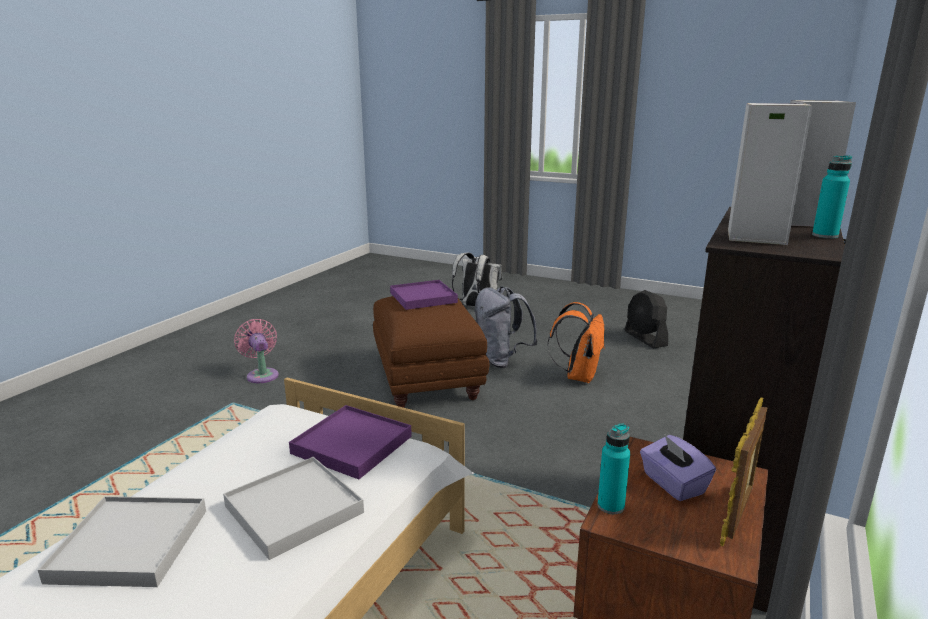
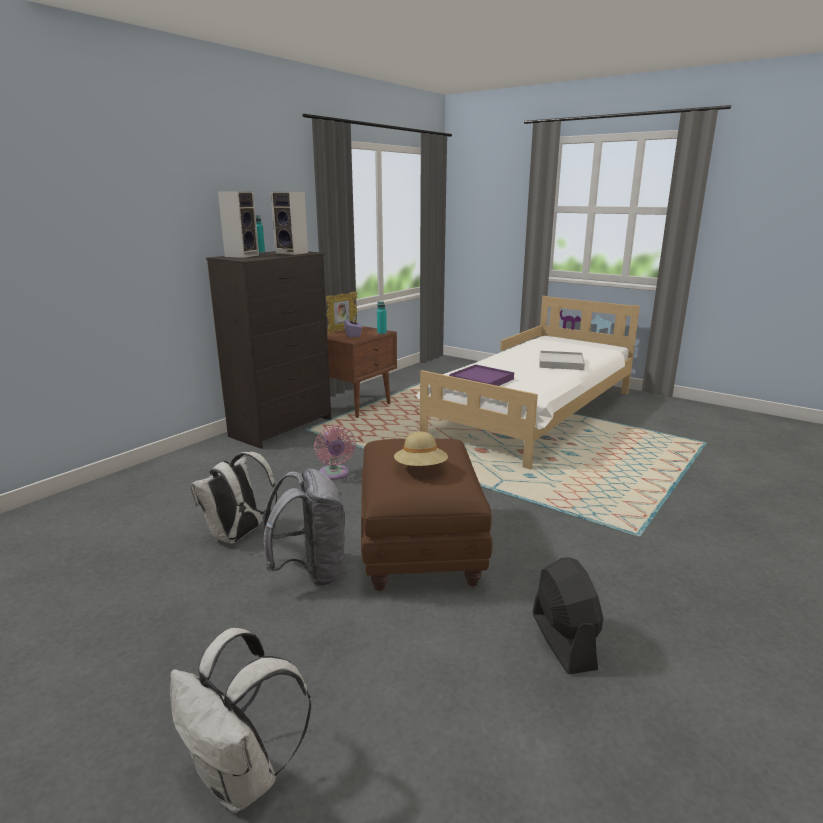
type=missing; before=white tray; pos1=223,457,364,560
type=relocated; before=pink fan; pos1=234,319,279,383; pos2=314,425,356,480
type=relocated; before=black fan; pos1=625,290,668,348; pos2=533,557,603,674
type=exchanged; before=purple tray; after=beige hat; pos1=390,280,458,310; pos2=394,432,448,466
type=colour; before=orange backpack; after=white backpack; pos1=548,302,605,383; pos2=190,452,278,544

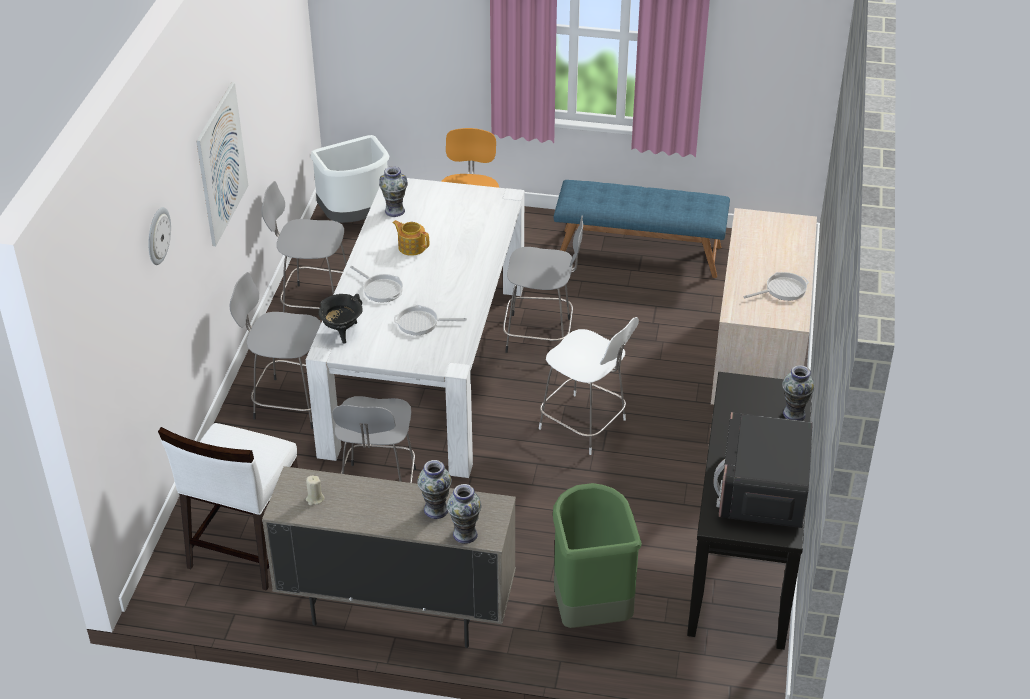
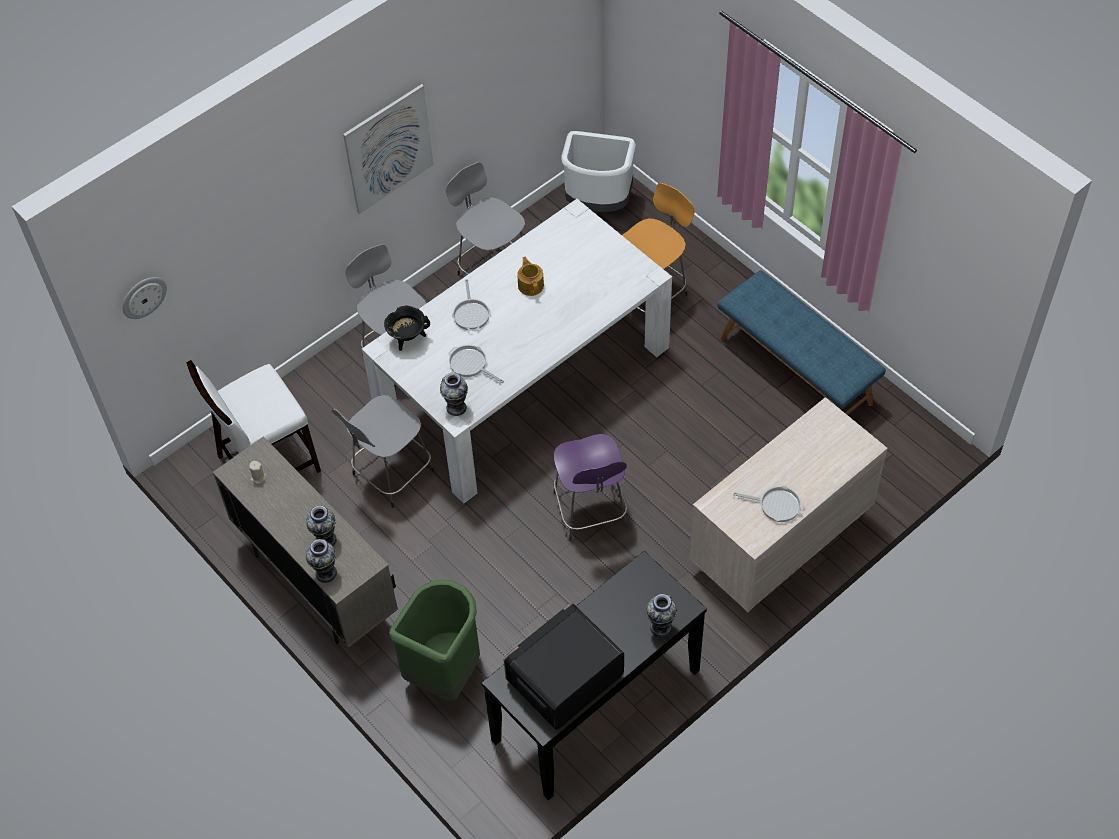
type=missing; before=grey stool; pos1=503,216,583,353
type=relocated; before=wall clock; pos1=148,207,171,265; pos2=122,277,167,319
type=relocated; before=vase; pos1=379,166,408,217; pos2=440,372,468,416
type=colour; before=white chair; after=purple chair; pos1=539,317,639,455; pos2=554,434,627,541

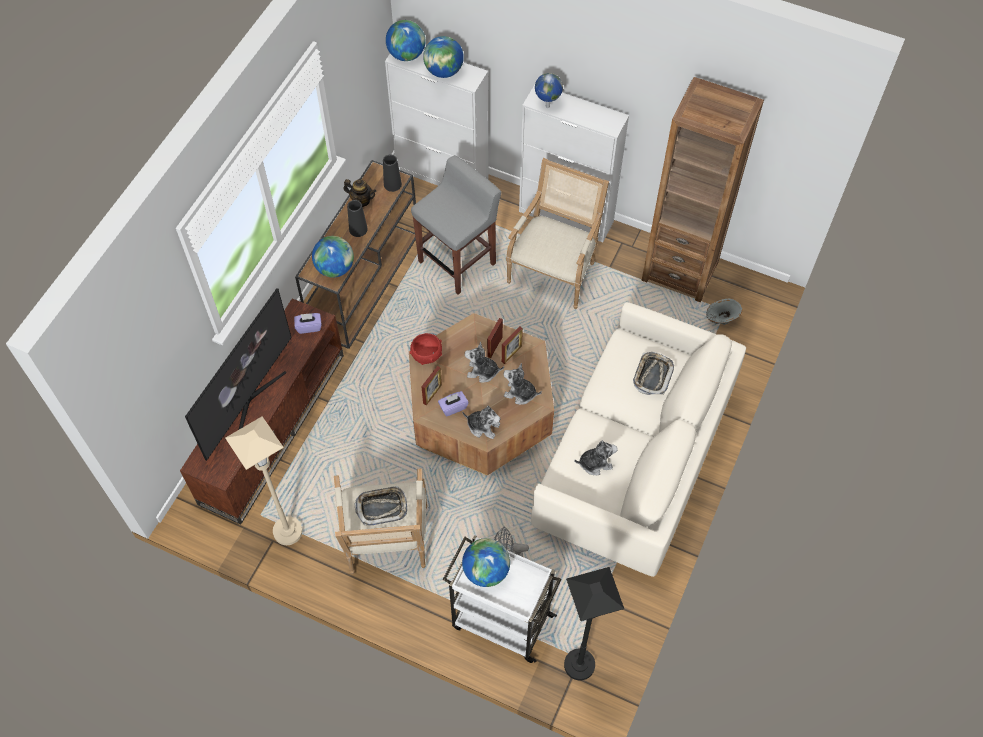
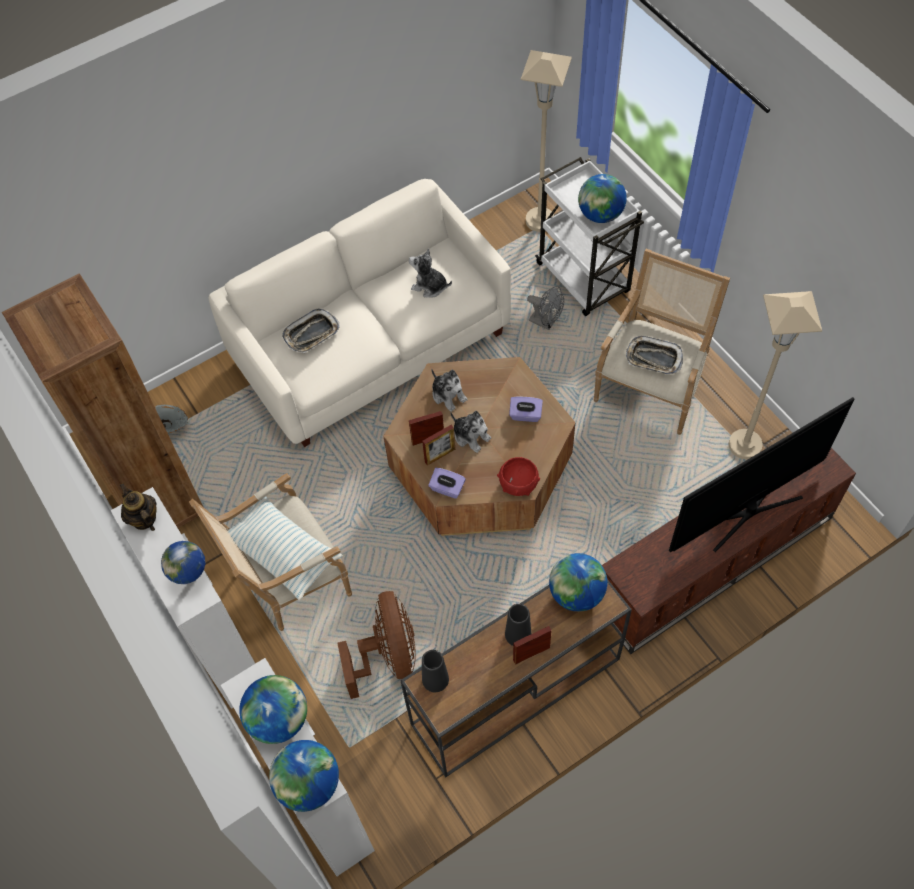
type=missing; before=plush toy; pos1=462,406,500,439
type=appeared; after=pillow; pos2=228,496,343,600
type=relocated; before=purple tissue box; pos1=294,313,322,334; pos2=428,468,466,499
type=relocated; before=teapot; pos1=344,179,377,207; pos2=120,484,157,531
type=relocated; before=picture frame; pos1=421,366,442,405; pos2=513,626,552,665
type=exchanged; before=grey stool; after=brown fan; pos1=411,155,501,295; pos2=337,591,416,699
type=colour; before=black floor lamp; after=beige floor lamp; pos1=564,567,624,681; pos2=521,50,572,232

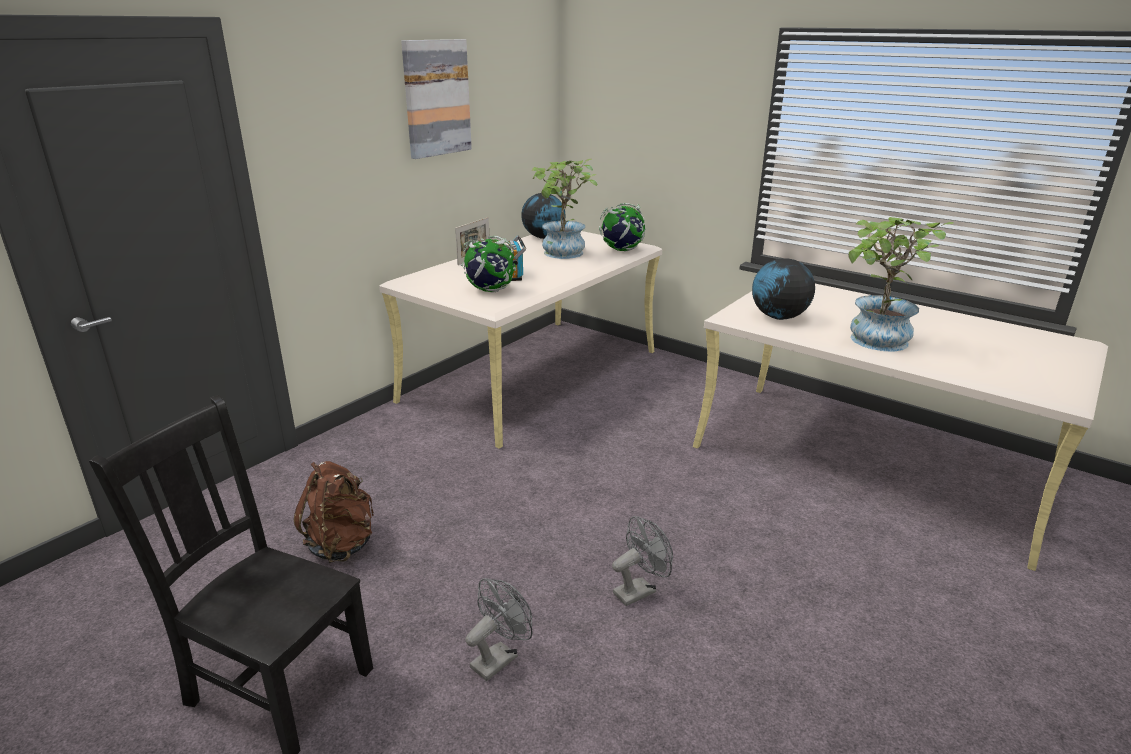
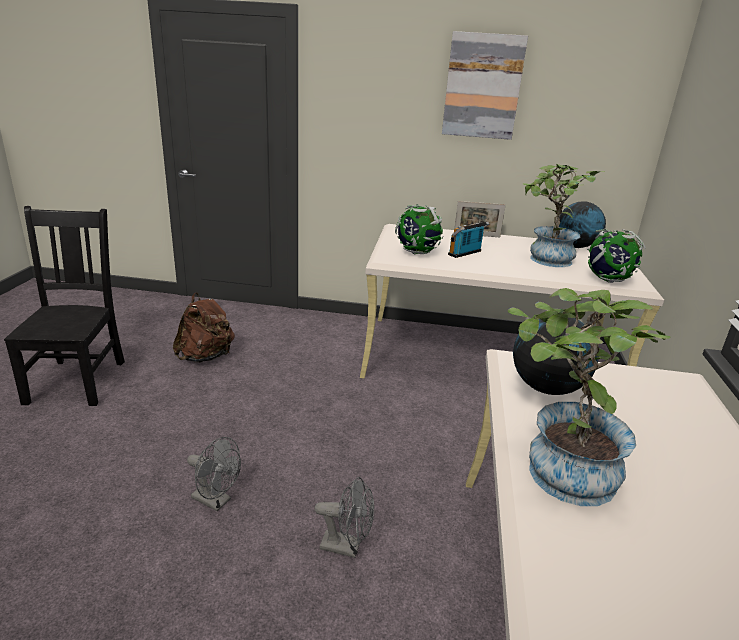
type=relocated; before=grey fan; pos1=465,578,533,681; pos2=315,477,374,558

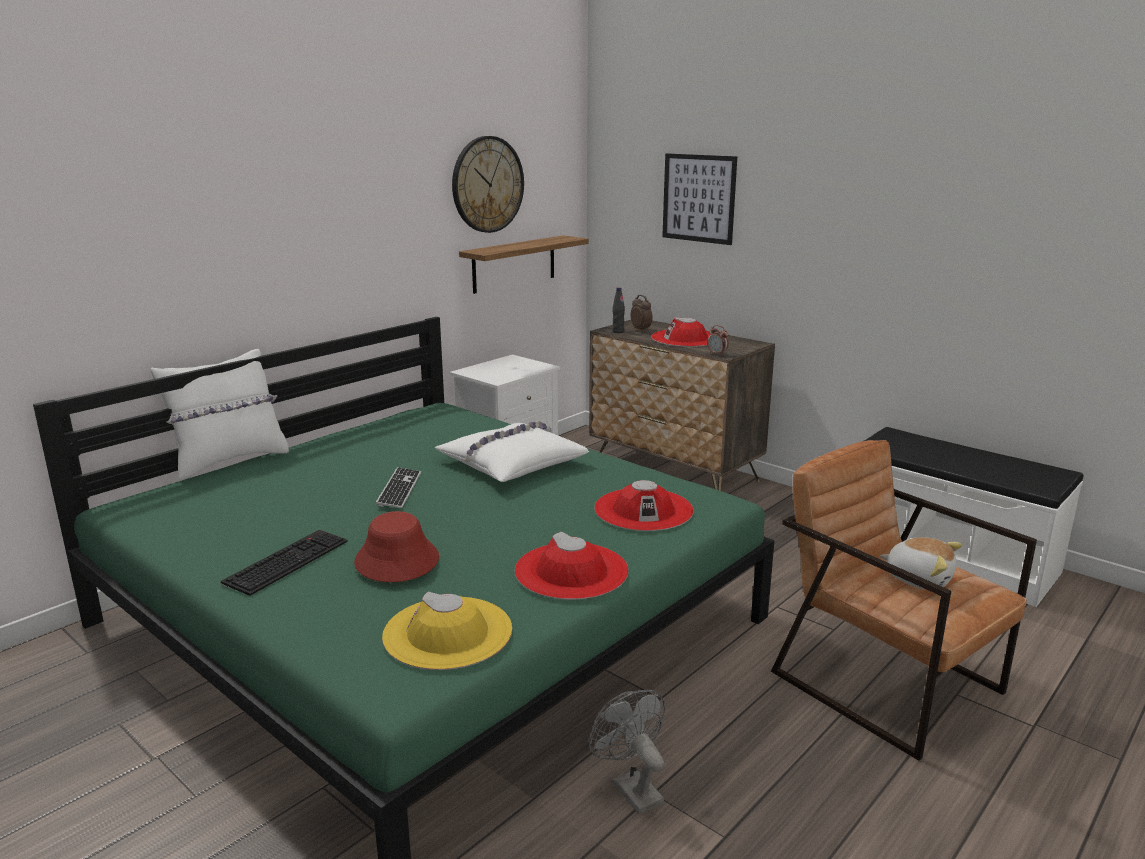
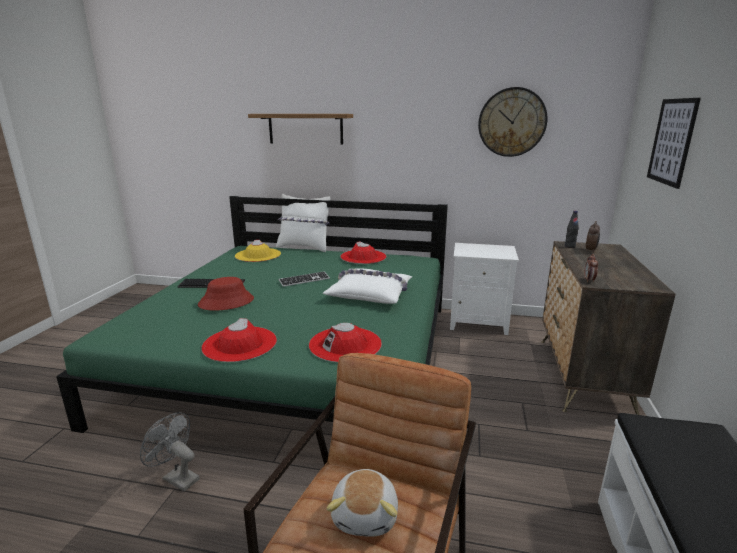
type=relocated; before=yellow hat; pos1=382,592,512,670; pos2=235,240,281,262
type=relocated; before=shelf; pos1=459,235,589,294; pos2=248,114,353,145
type=relocated; before=red hat; pos1=651,317,711,347; pos2=340,241,386,264
type=spun; before=grey fan; pos1=589,690,665,814; pos2=140,412,200,492; turn=-90

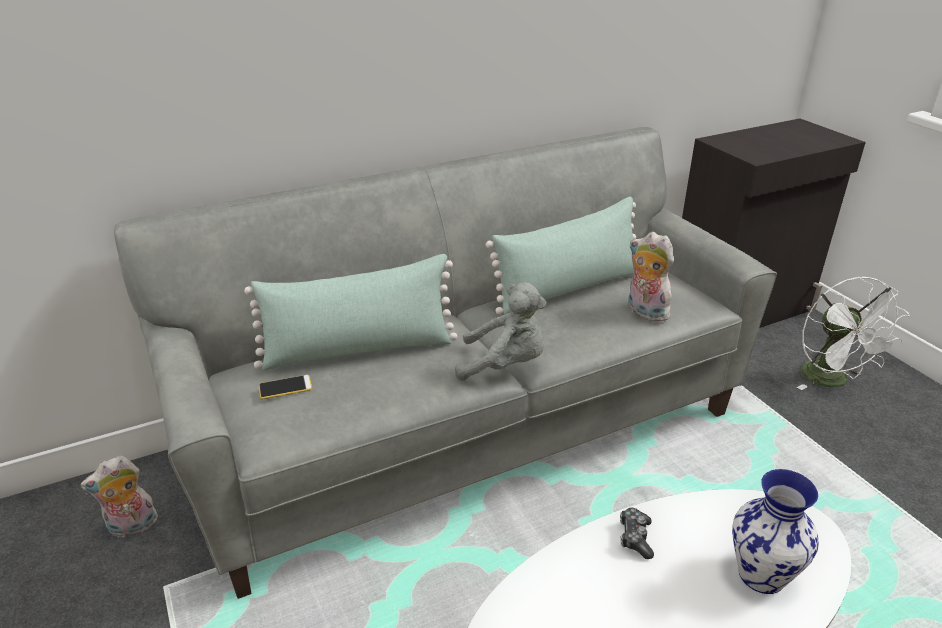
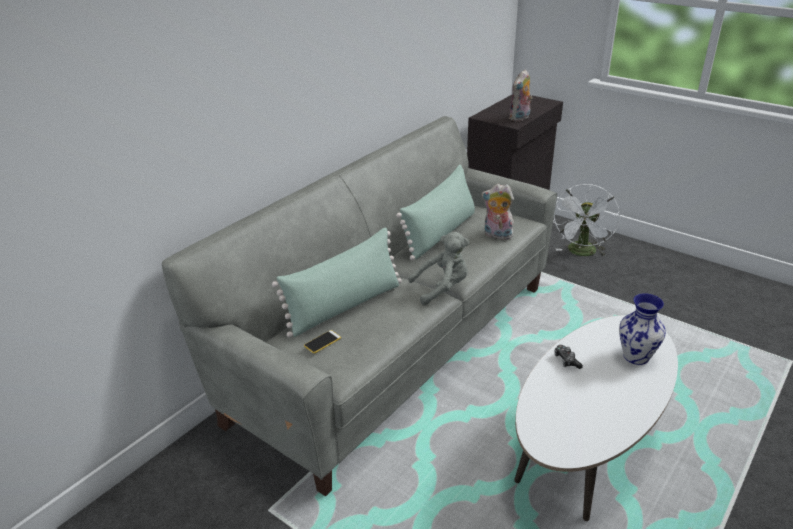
type=relocated; before=plush toy; pos1=80,456,158,537; pos2=509,69,533,122
type=spun; before=white fan; pos1=797,276,910,390; pos2=553,184,620,256; turn=60

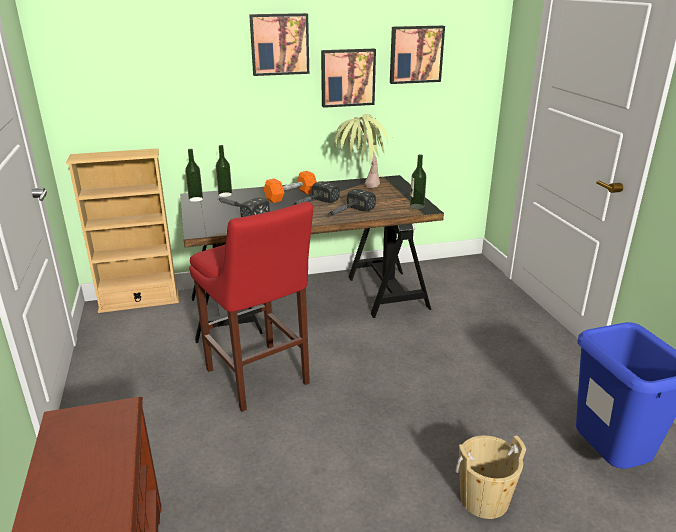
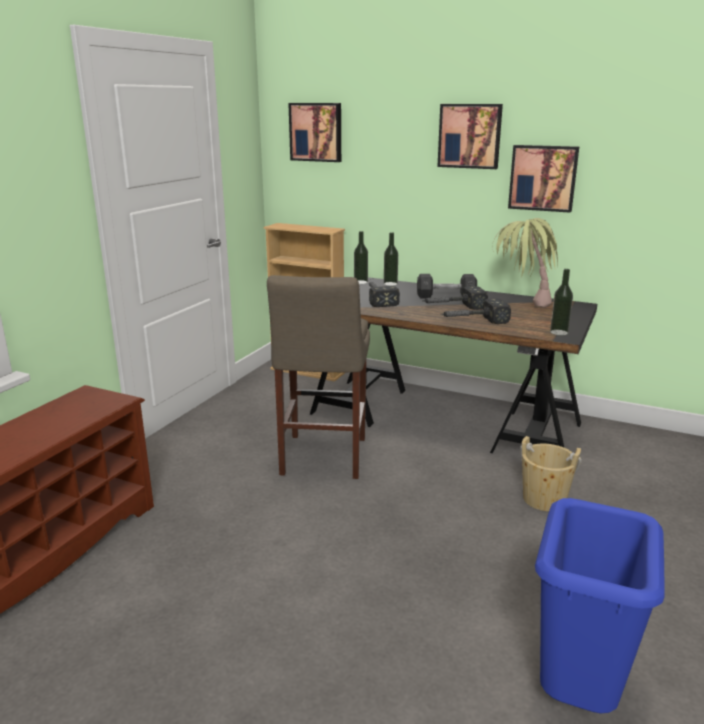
type=relocated; before=picture; pos1=390,26,445,84; pos2=288,103,341,162
type=relocated; before=beige bucket; pos1=455,435,526,519; pos2=520,436,582,511
type=colour; before=red stool; after=beige stool; pos1=189,202,313,412; pos2=267,275,370,479
type=colour; before=orange dumbbell; after=grey dumbbell; pos1=264,171,317,203; pos2=417,274,477,298

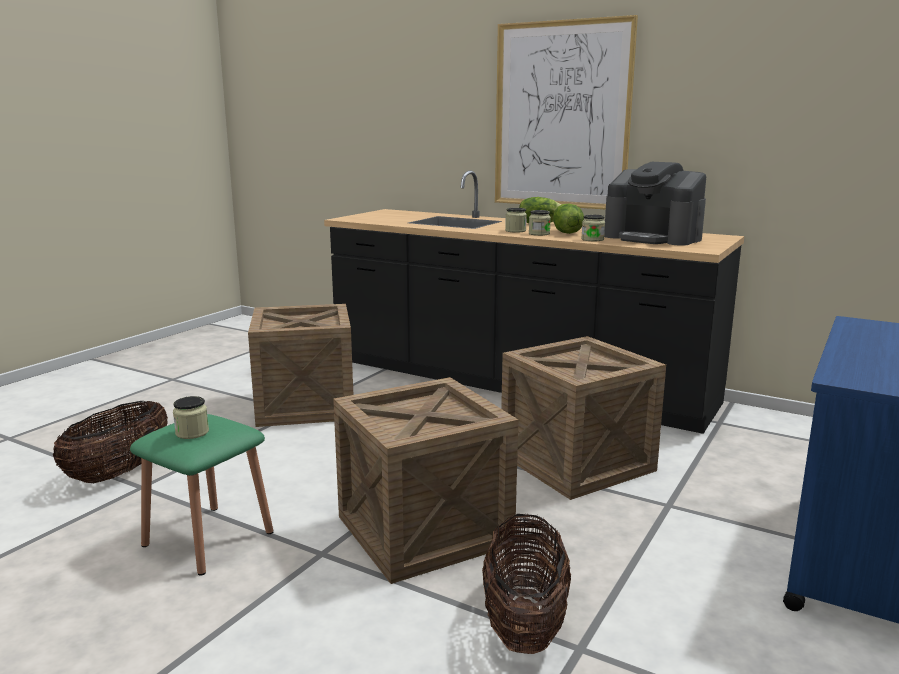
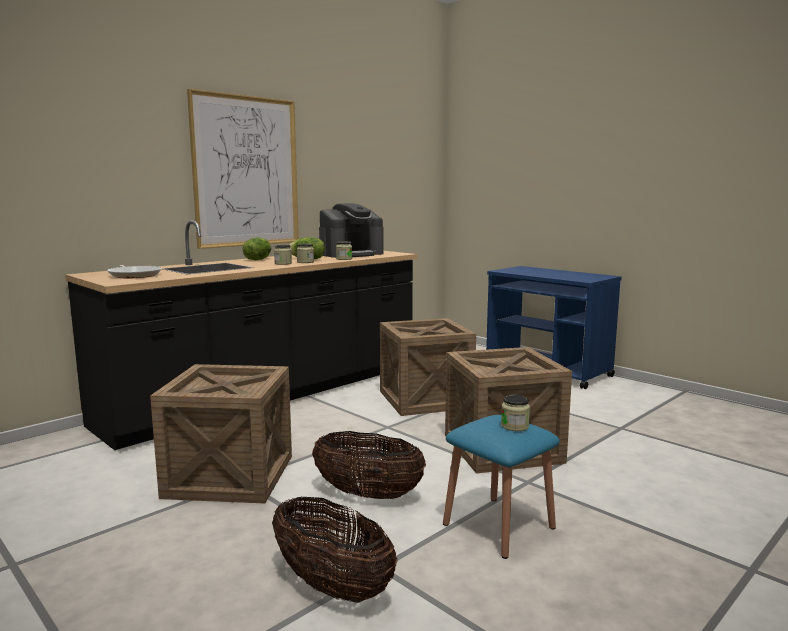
type=appeared; after=frying pan; pos2=107,265,162,278
type=relocated; before=basket; pos1=482,514,571,654; pos2=312,431,426,499
type=colour; before=green stool; after=blue stool; pos1=130,414,273,576; pos2=443,415,559,559

